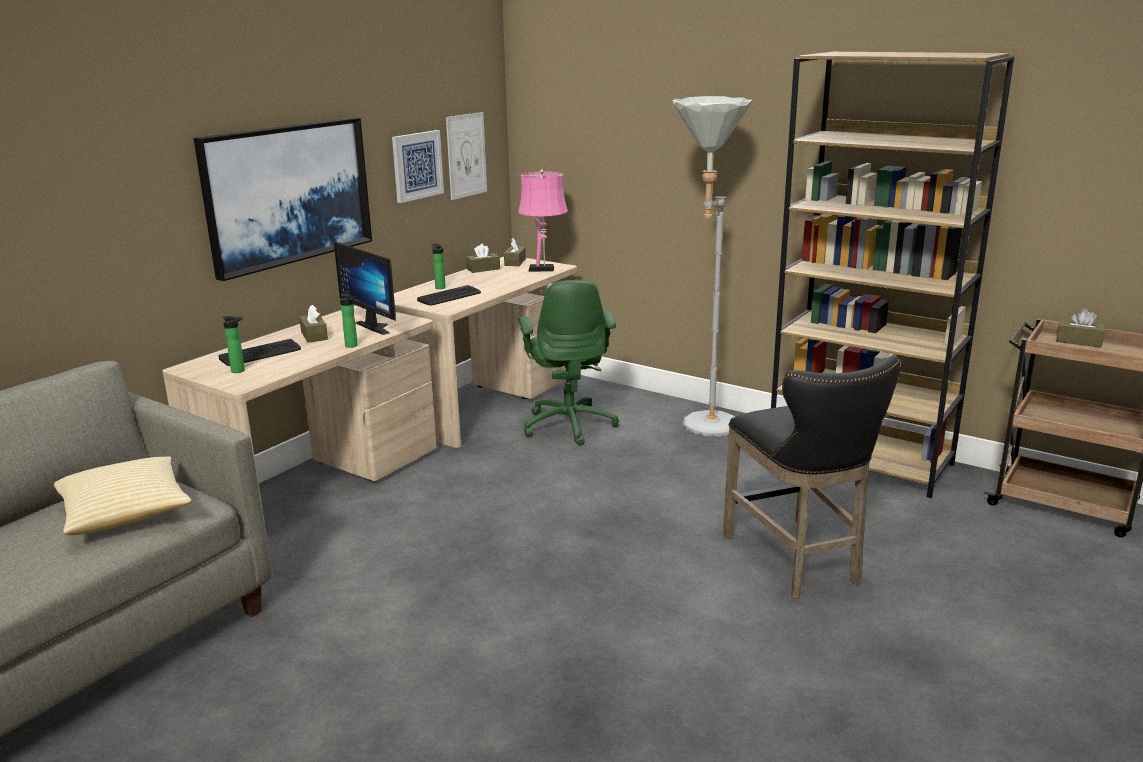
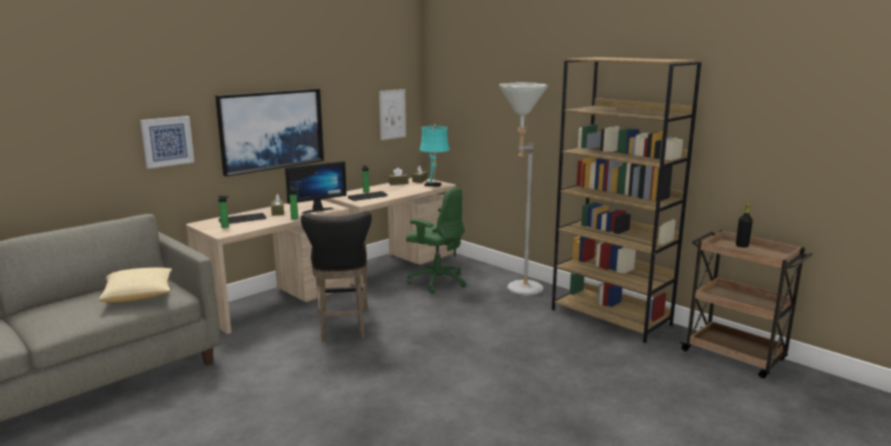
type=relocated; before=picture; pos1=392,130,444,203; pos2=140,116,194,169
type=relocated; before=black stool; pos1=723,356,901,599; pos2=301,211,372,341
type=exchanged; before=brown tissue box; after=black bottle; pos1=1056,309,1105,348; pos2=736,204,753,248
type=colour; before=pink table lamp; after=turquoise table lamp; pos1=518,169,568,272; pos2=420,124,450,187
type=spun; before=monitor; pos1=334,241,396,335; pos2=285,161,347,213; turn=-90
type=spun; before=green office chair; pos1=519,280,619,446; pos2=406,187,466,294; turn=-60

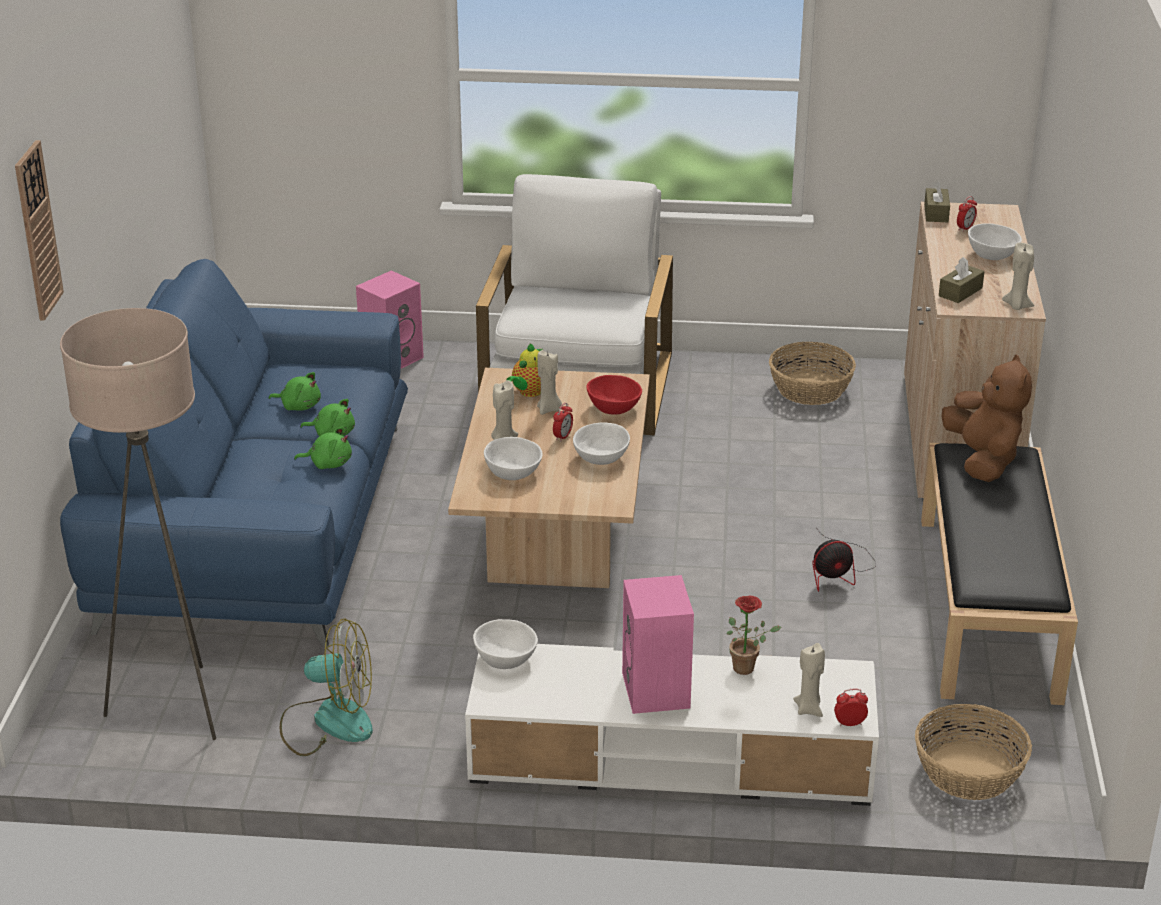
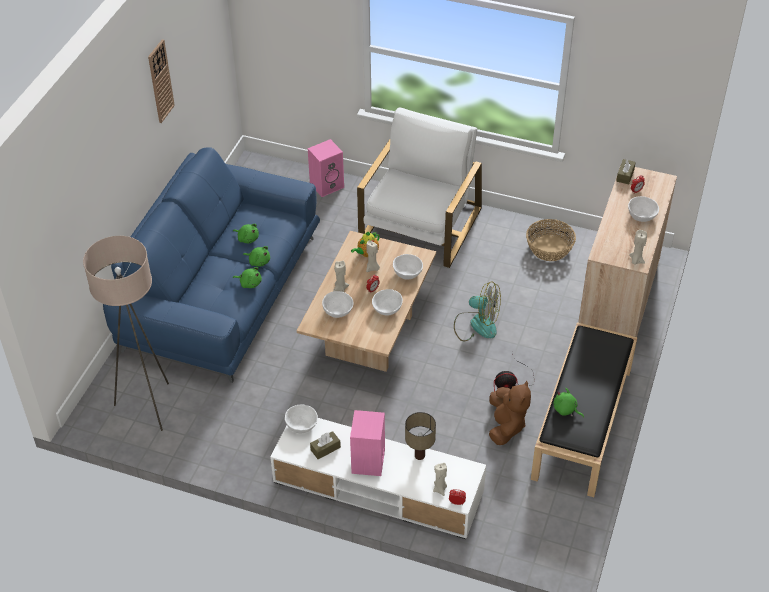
type=missing; before=basket; pos1=915,704,1032,800
type=appeared; after=green plush toy; pos2=554,388,584,418
type=relocated; before=wall clock; pos1=15,140,64,321; pos2=148,39,175,123
type=relocated; before=fan; pos1=280,618,373,756; pos2=454,281,501,341
type=relocated; before=brown tissue box; pos1=939,257,984,303; pos2=310,431,341,459
type=relocated; before=brown plush toy; pos1=941,355,1032,482; pos2=489,381,531,445
type=exchanged; before=potted plant; after=table lamp; pos1=727,595,782,675; pos2=405,412,436,460
type=colour; before=red bowl; after=white bowl; pos1=586,375,642,415; pos2=393,254,423,279

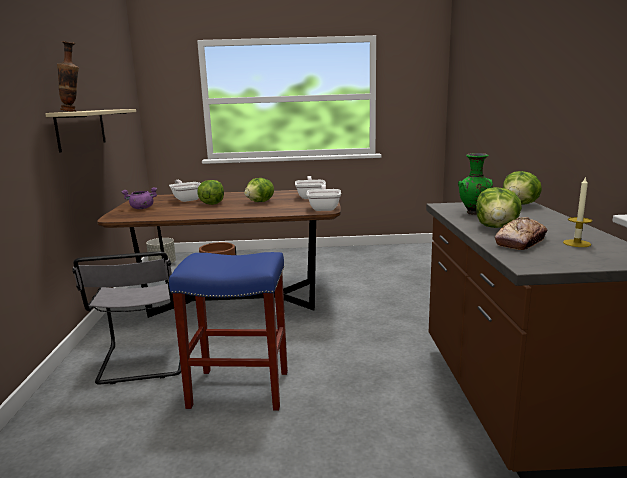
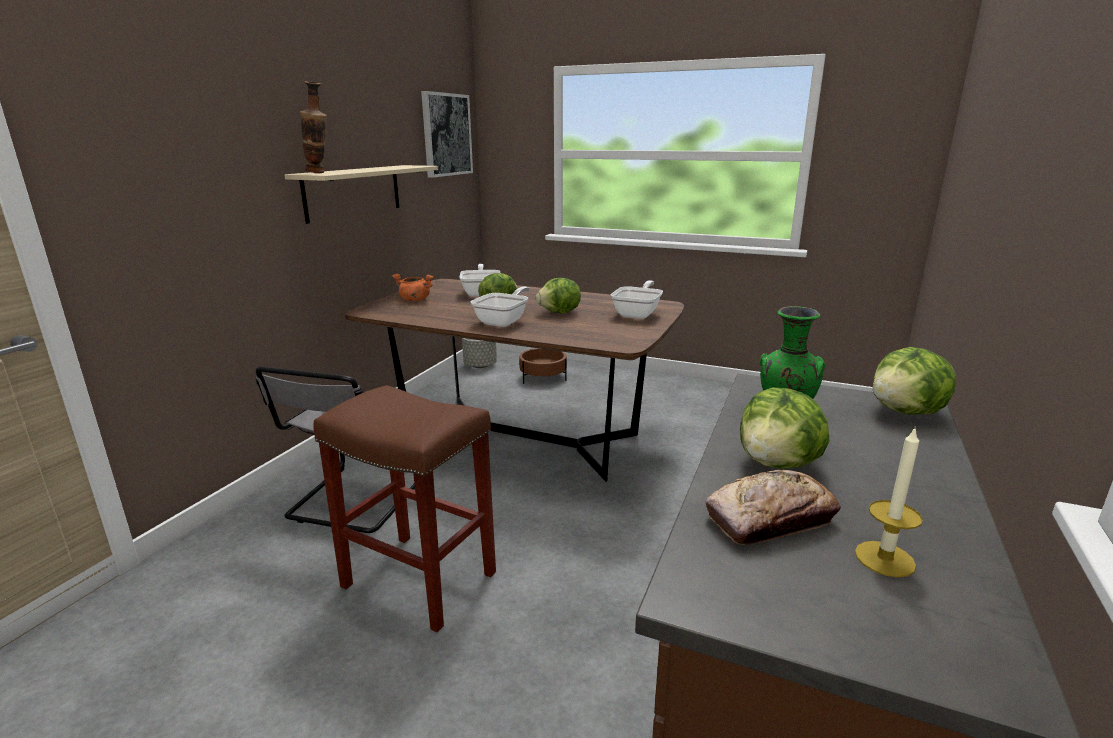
type=appeared; after=picture; pos2=421,91,473,178
type=relocated; before=frying pan; pos1=307,184,341,211; pos2=470,287,530,327
type=colour; before=purple cooking pot; after=orange cooking pot; pos1=121,187,157,209; pos2=392,274,434,302
type=colour; before=blue stool; after=brown stool; pos1=169,252,288,410; pos2=313,385,496,632

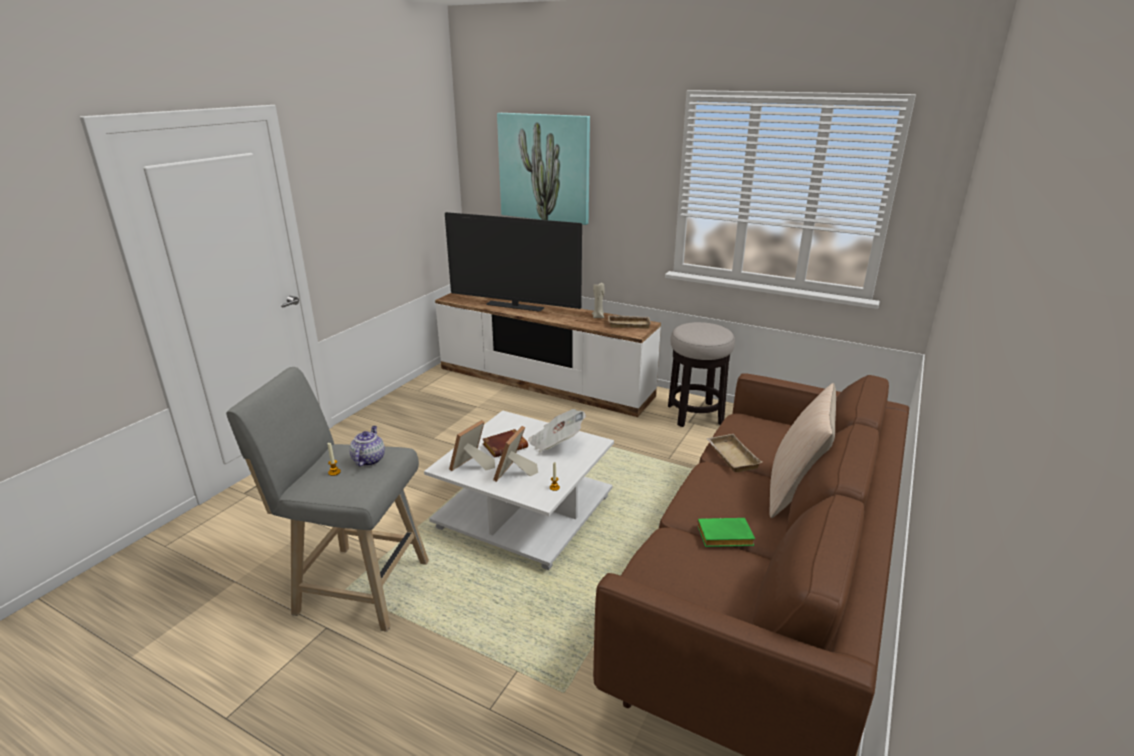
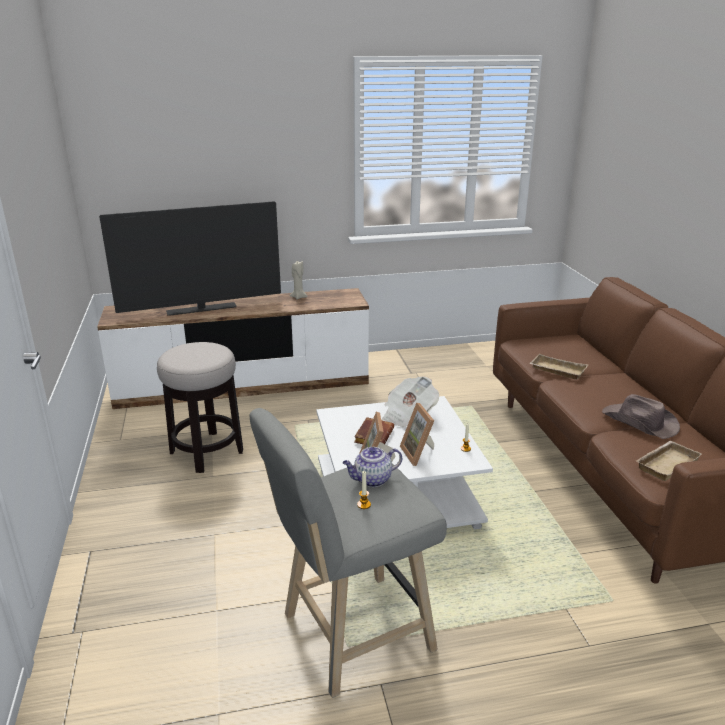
type=missing; before=picture; pos1=497,113,590,225
type=missing; before=beige pillow; pos1=769,383,836,518
type=relocated; before=beige tray; pos1=608,315,651,328; pos2=636,441,702,481
type=relocated; before=stool; pos1=668,322,735,427; pos2=157,342,243,473
type=exchanged; before=green book; after=brown hat; pos1=697,518,755,547; pos2=602,394,680,439
type=spun; before=teapot; pos1=349,426,385,466; pos2=343,447,402,487; turn=-75

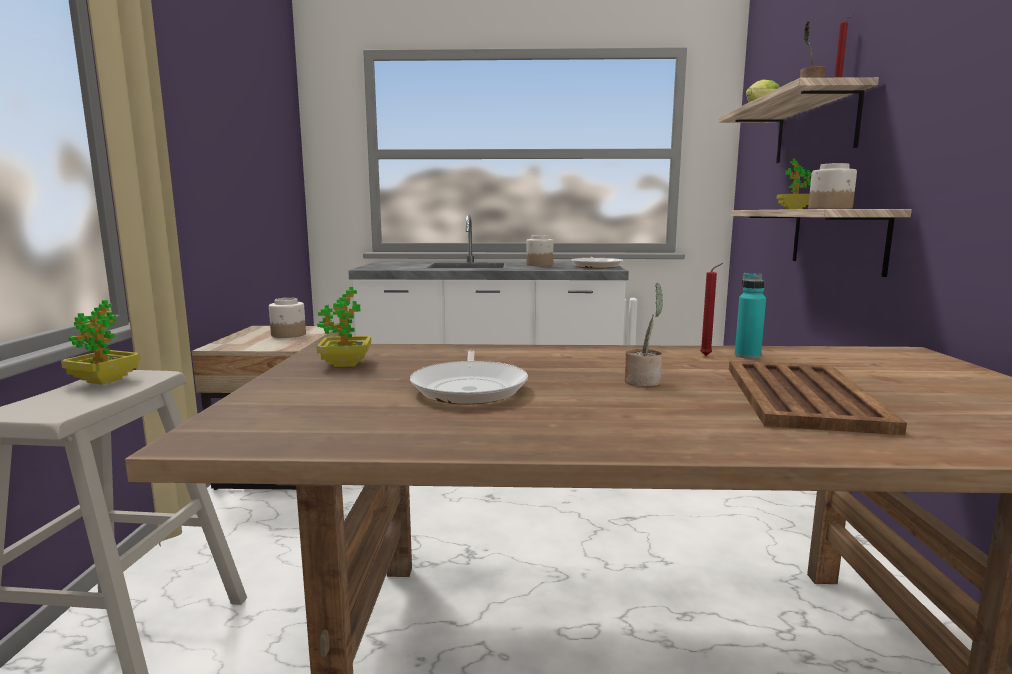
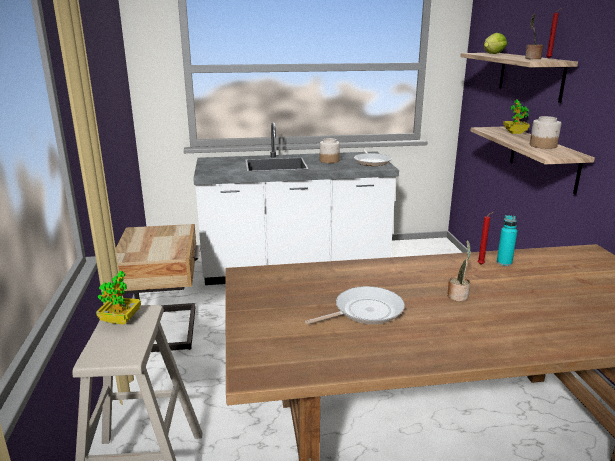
type=missing; before=jar; pos1=269,298,306,338
type=missing; before=potted plant; pos1=317,287,371,367
type=missing; before=brown tray; pos1=729,361,907,435
type=spun; before=frying pan; pos1=410,350,528,404; pos2=305,286,405,324; turn=-105

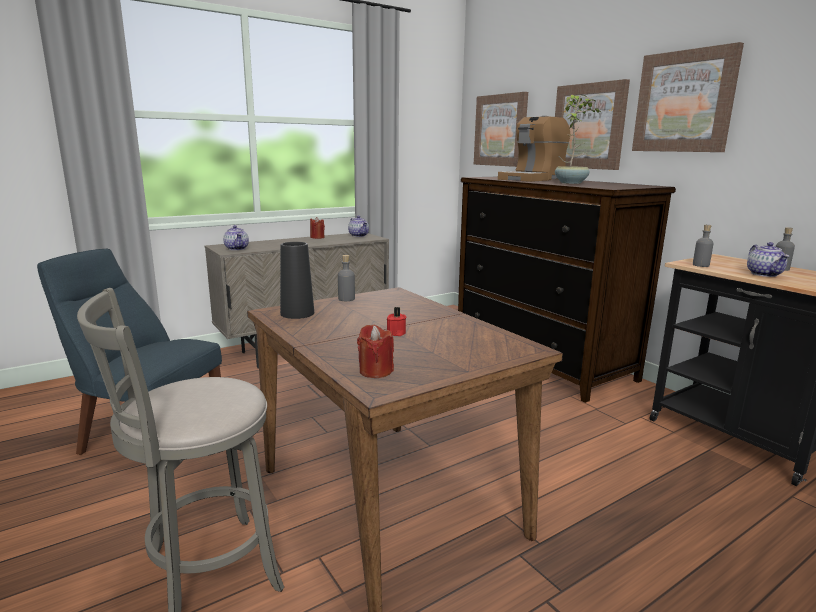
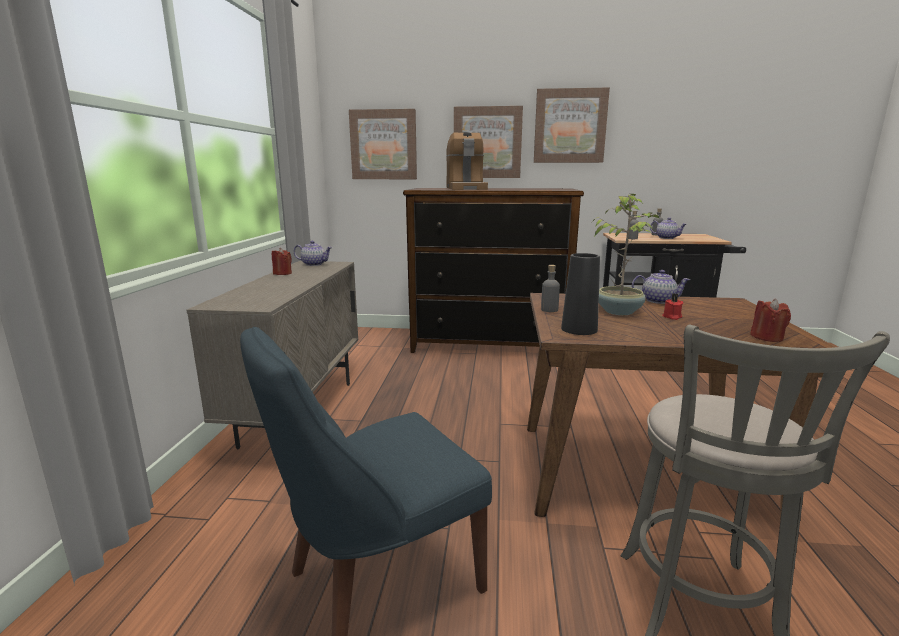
type=relocated; before=teapot; pos1=223,225,249,250; pos2=632,270,690,304
type=relocated; before=potted plant; pos1=555,95,601,184; pos2=592,194,659,315

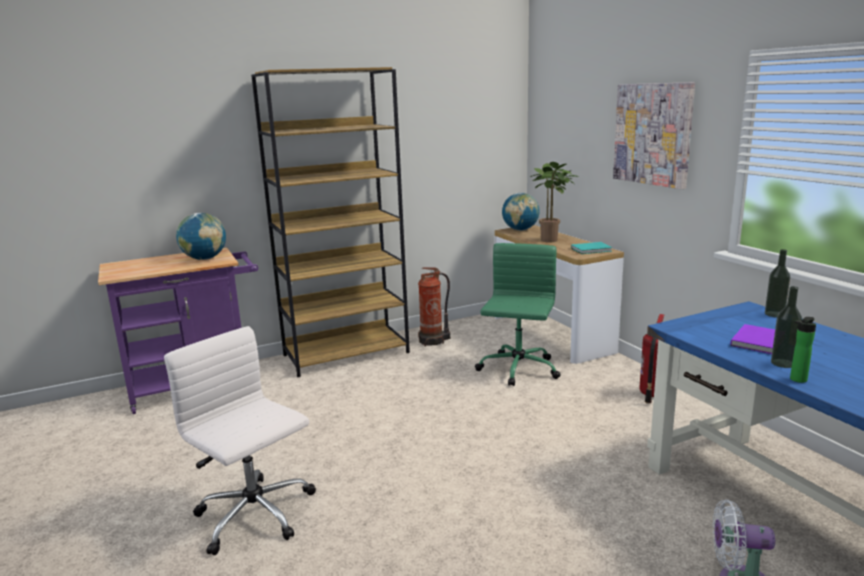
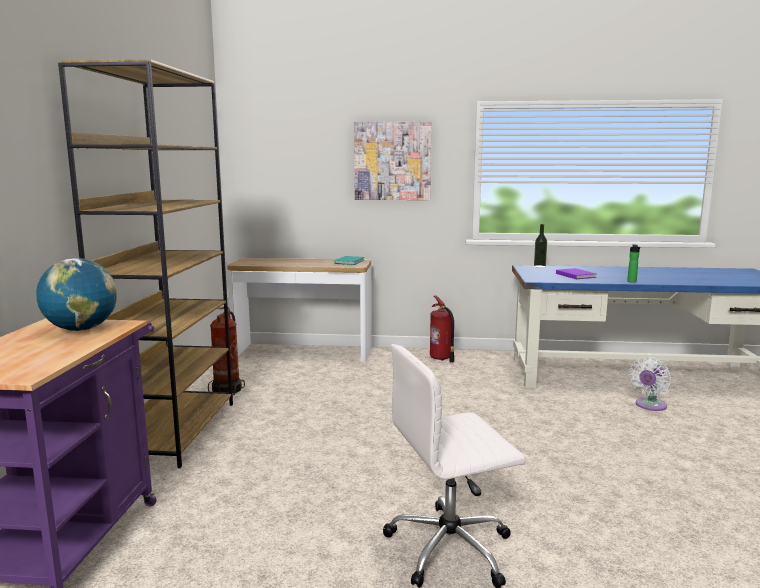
type=missing; before=green office chair; pos1=475,243,561,386
type=missing; before=globe; pos1=502,193,540,231
type=missing; before=potted plant; pos1=530,162,578,242
type=missing; before=bottle; pos1=771,286,802,368

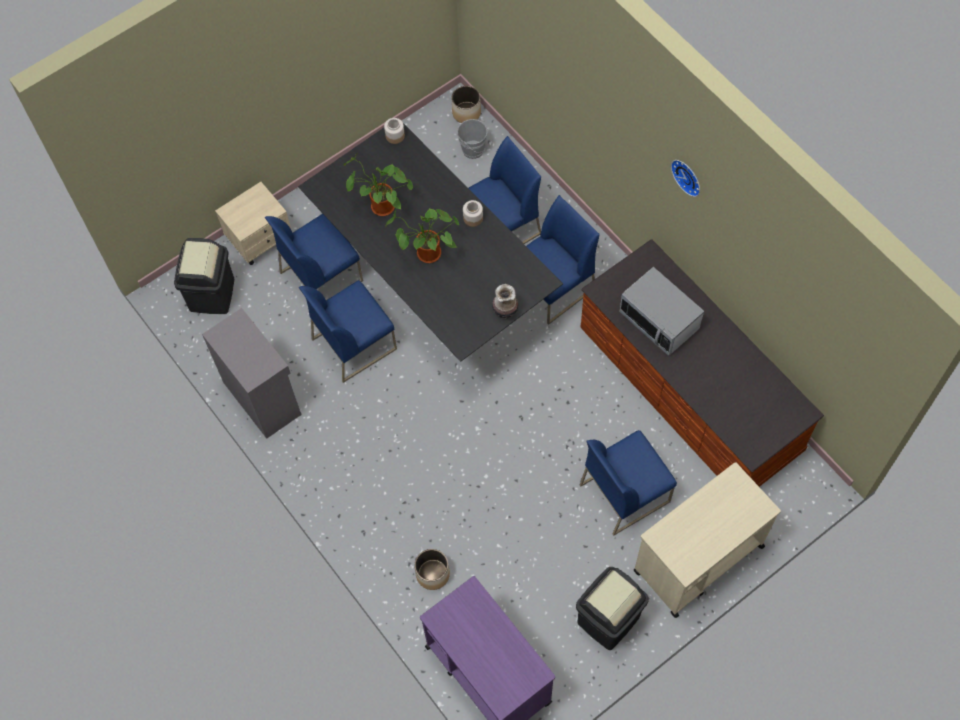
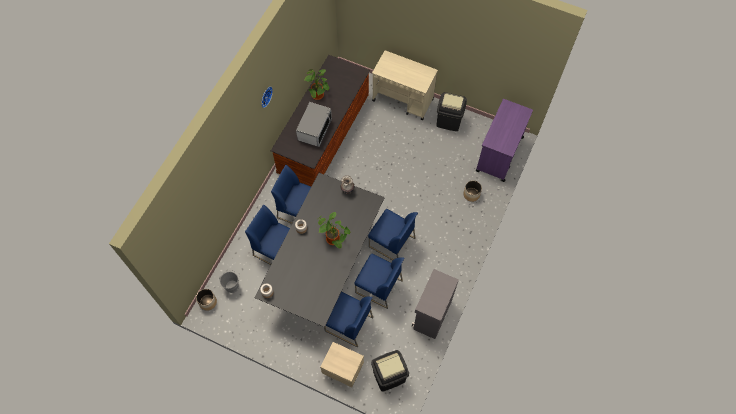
type=relocated; before=potted plant; pos1=343,154,413,216; pos2=304,69,329,100
type=relocated; before=blue chair; pos1=580,430,677,535; pos2=368,209,418,260

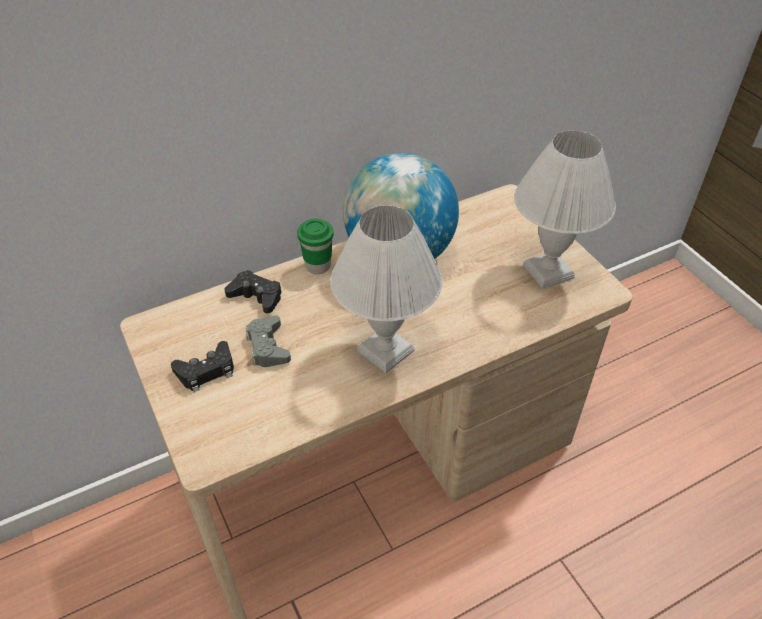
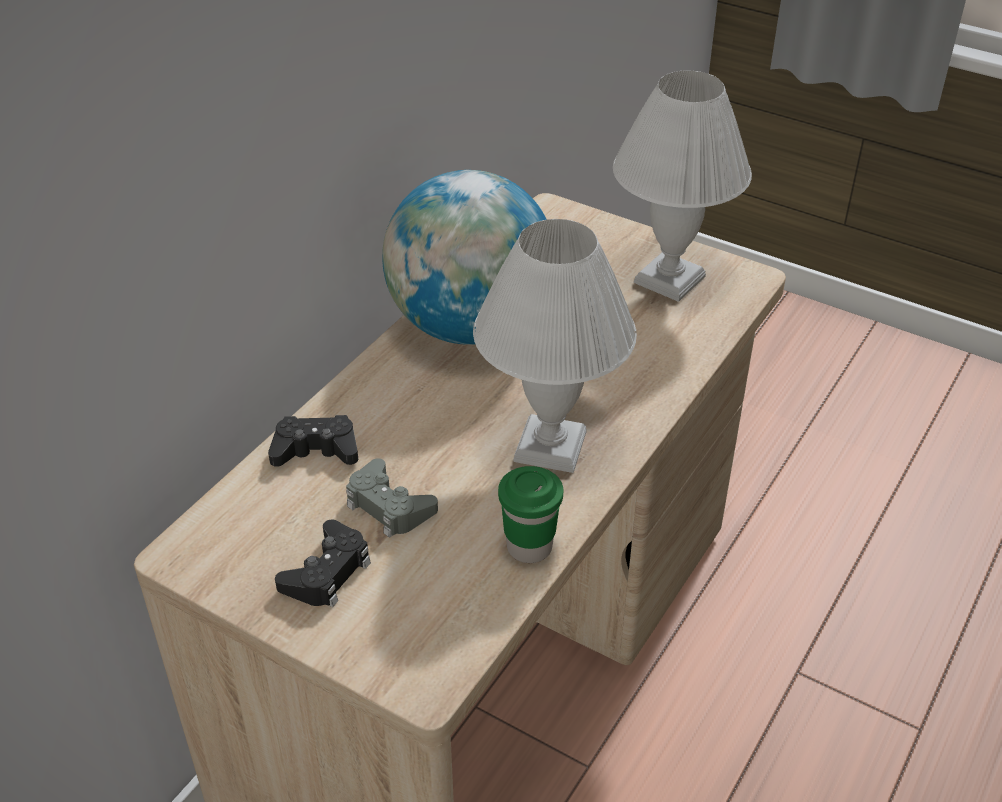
type=relocated; before=green cup; pos1=297,219,334,274; pos2=498,466,563,563

